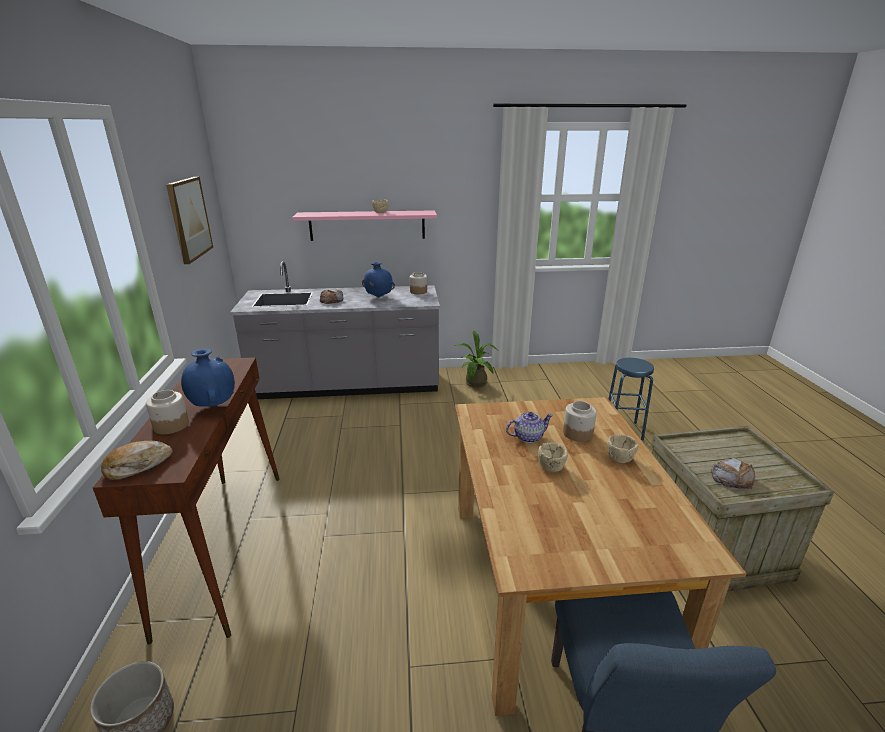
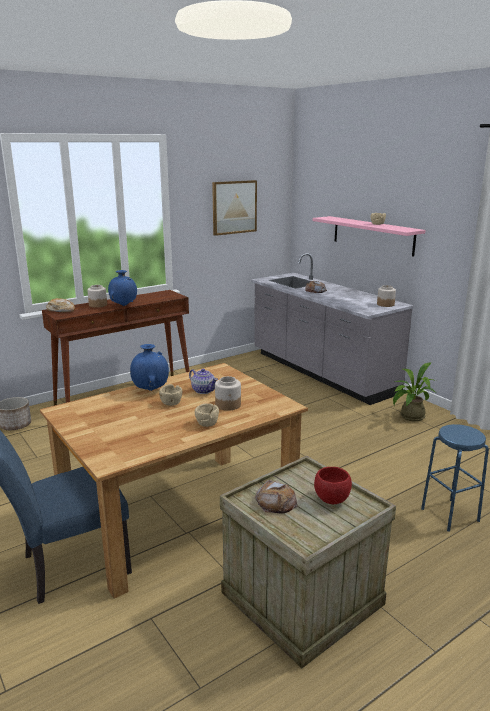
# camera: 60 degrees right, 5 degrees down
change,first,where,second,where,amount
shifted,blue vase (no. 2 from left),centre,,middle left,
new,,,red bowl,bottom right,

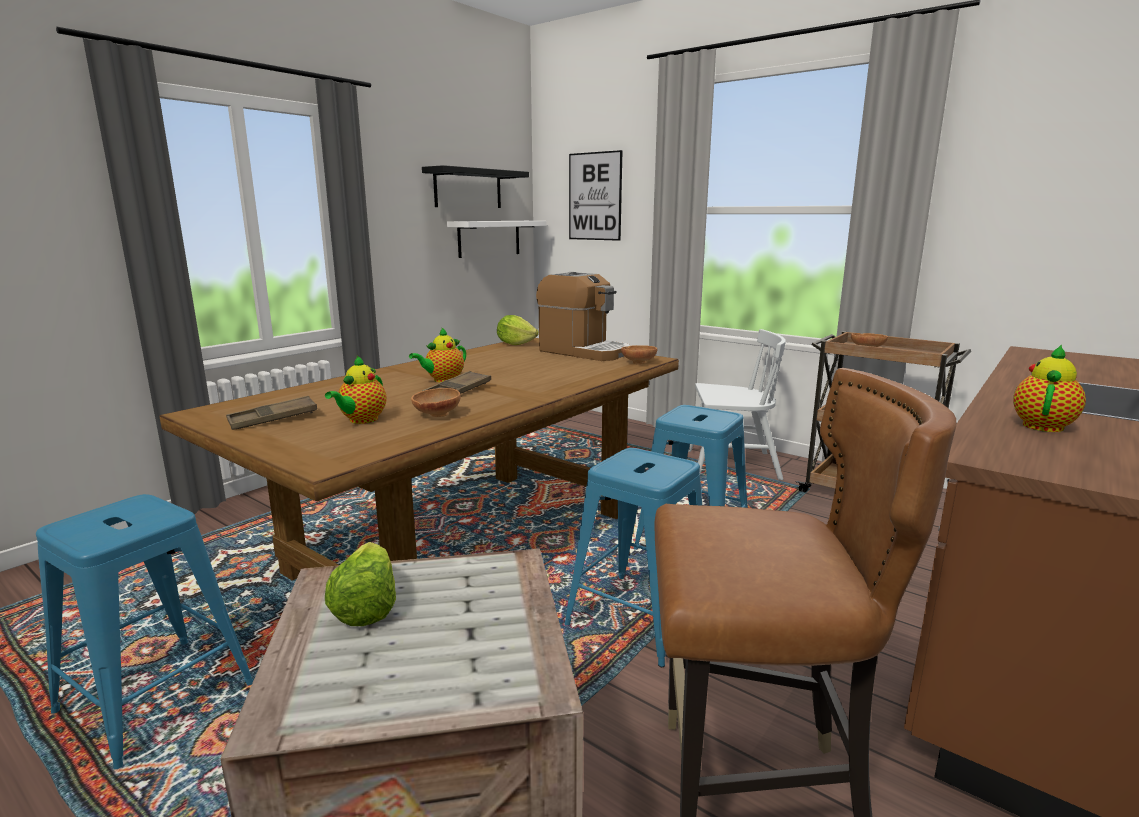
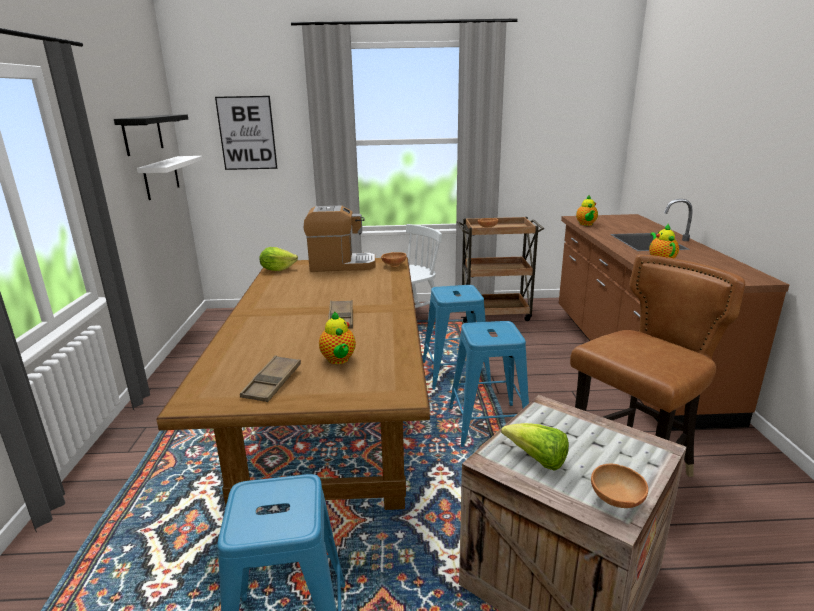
# camera: 40 degrees left, 5 degrees up
change,first,where,second,where,amount
shifted,teapot (no. 2 from left),centre,,middle right,
shifted,brown bowl (no. 1 from left in the first image),centre,brown bowl (no. 3 from left),bottom right,

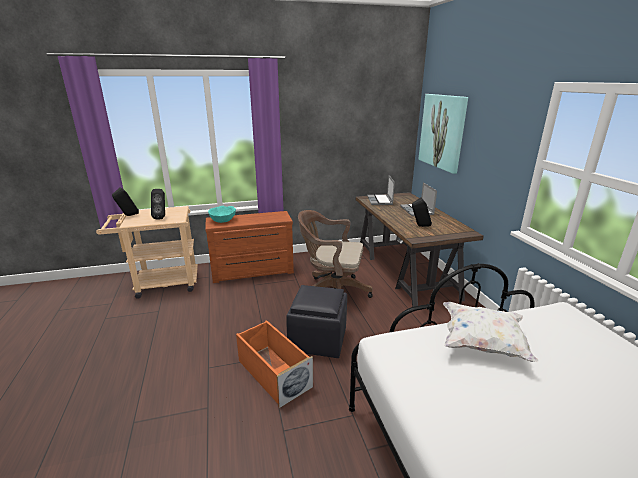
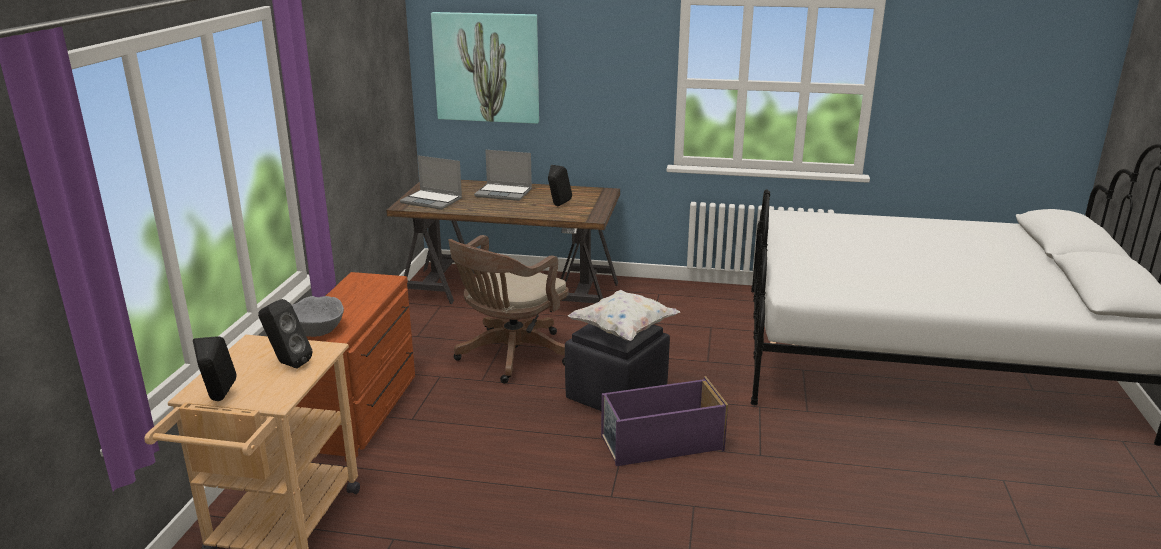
# camera: 65 degrees left, 0 degrees up
change,first,where,second,where,amount
repainted,turquoise bowl,centre,grey bowl,middle left,
shifted,white pillow,bottom right,,centre,
repainted,orange storage box,bottom centre,purple storage box,bottom centre,

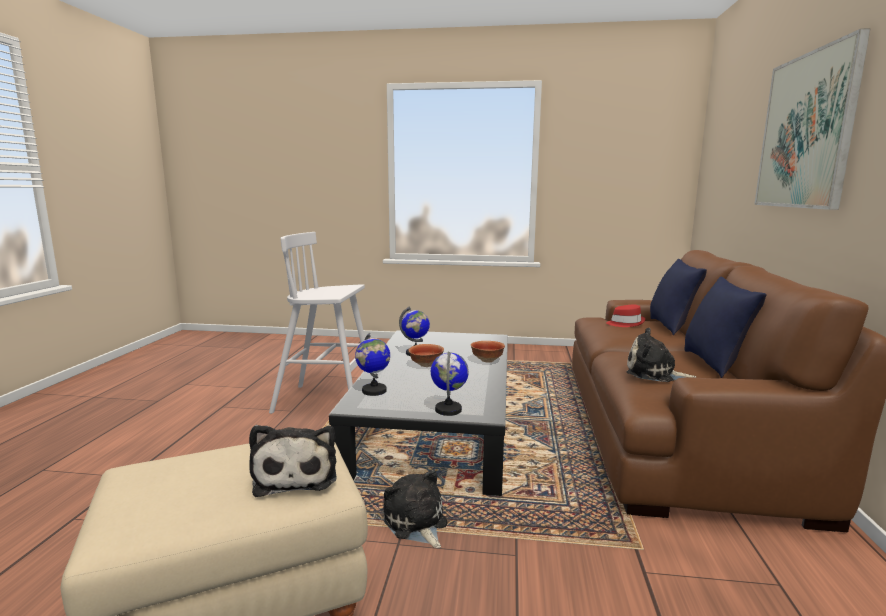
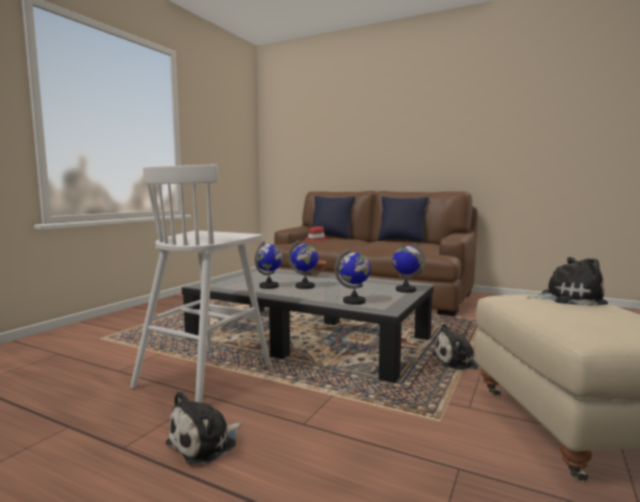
# camera: 70 degrees left, 5 degrees down
change,first,where,second,where,amount
shifted,plush toy (no. 3 from left in the first image),middle right,plush toy (no. 1 from left),bottom left,
swapped,bowl (no. 1 from left),centre,globe (no. 2 from left),centre,
gone,picture,top right,,,

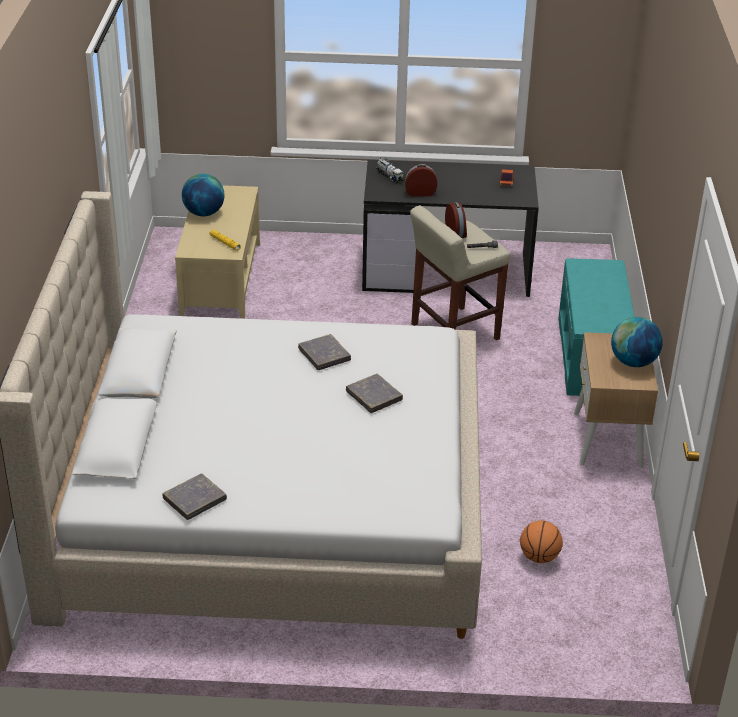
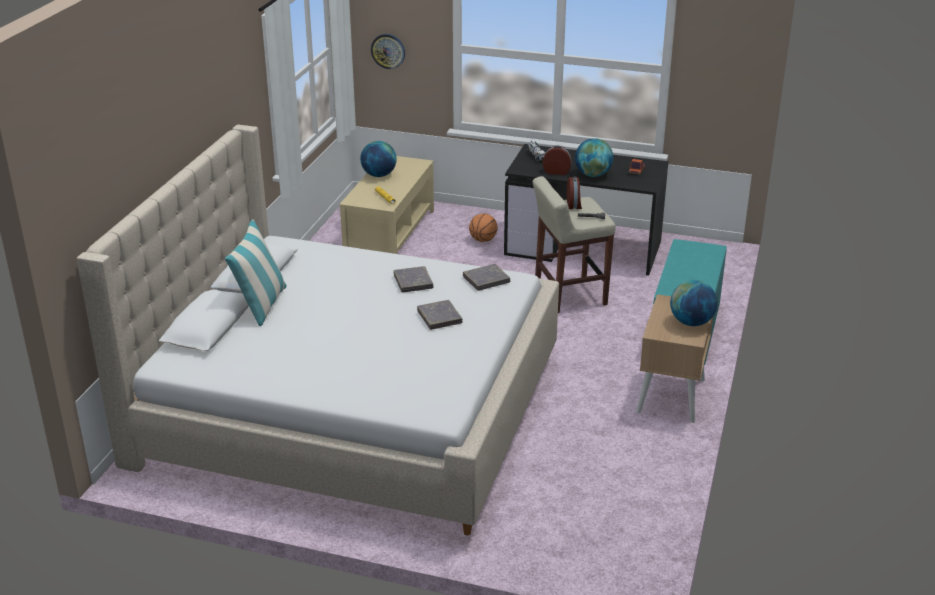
# camera: 15 degrees right, 5 degrees down
change,first,where,second,where,amount
new,,,pillow,middle left,
new,,,wall clock,top centre,
shifted,grey book (no. 1 from left in the first image),bottom left,grey book (no. 3 from left),centre,
shifted,basketball,bottom right,,centre,
new,,,globe (no. 2 from left),top centre,

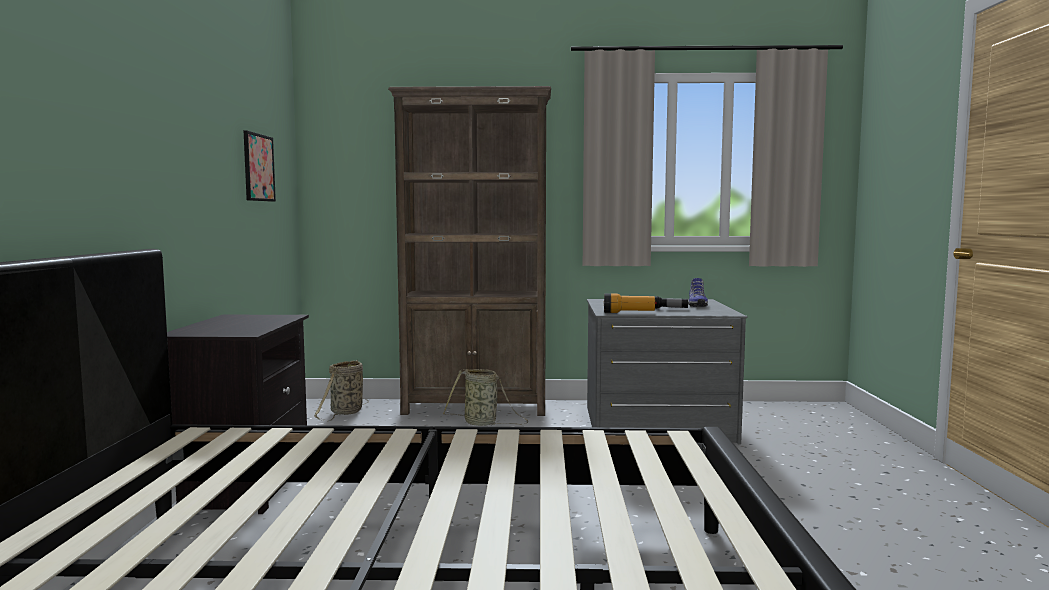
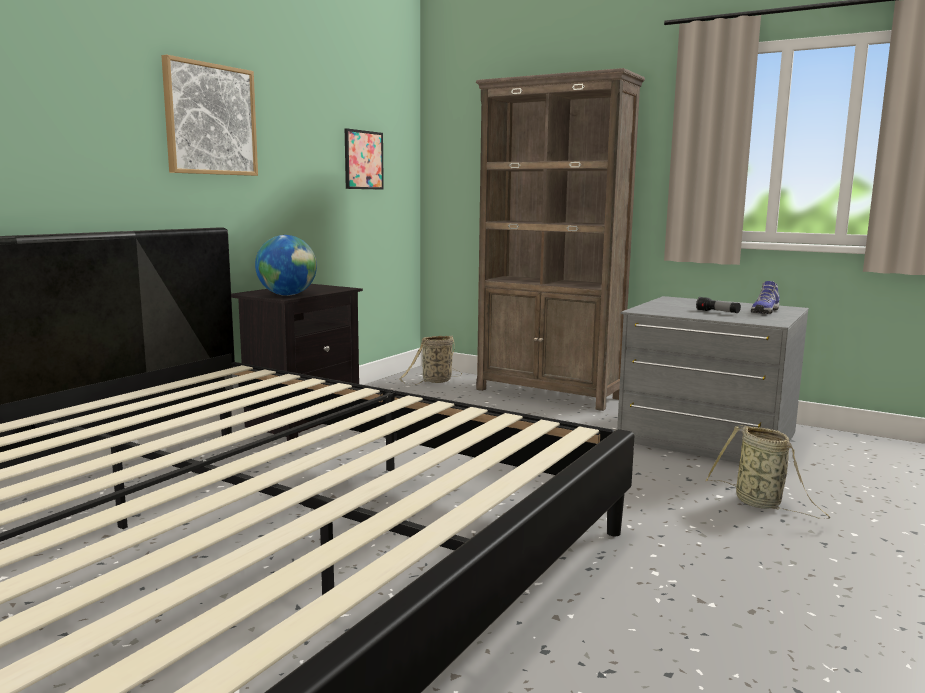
# camera: 30 degrees right, 5 degrees up
change,first,where,second,where,amount
new,,,picture (no. 1 from left),top left,
new,,,globe,middle left,
shifted,basket (no. 2 from left),bottom centre,,bottom right,
gone,flashlight (no. 1 from left),centre,,,

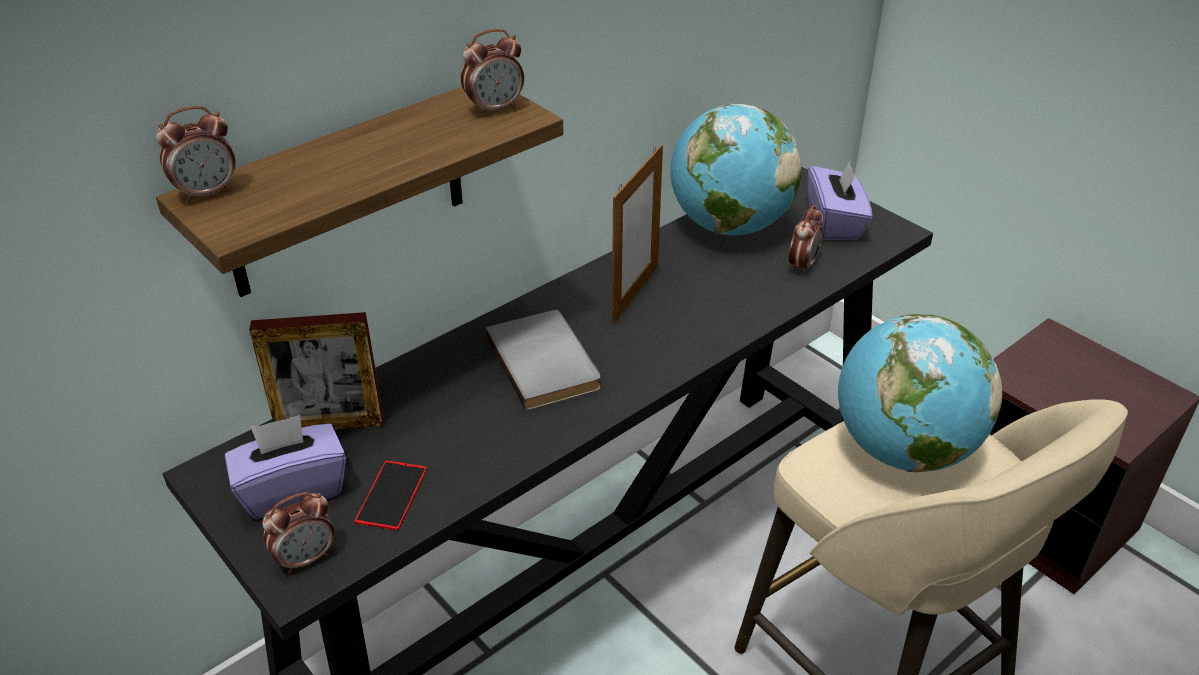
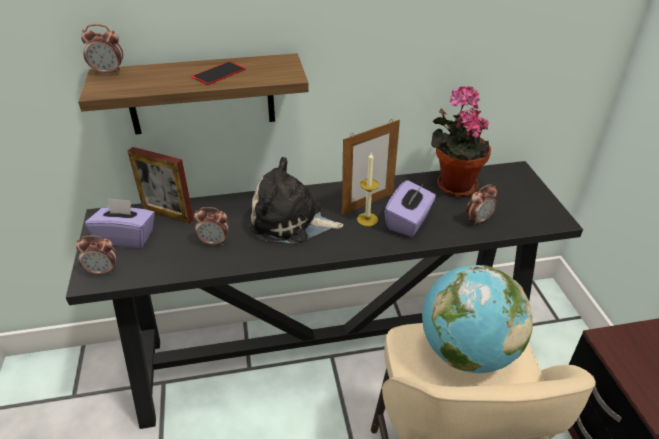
# camera: 30 degrees right, 0 degrees up
change,first,where,second,where,amount
shifted,phone,bottom left,,top left,
shifted,alarm clock (no. 3 from left),top centre,,middle left,
swapped,grey book,centre,plush toy,centre,
new,,,candle,centre,
shifted,purple tissue box (no. 2 from left),top right,,centre,
swapped,globe (no. 1 from left),top centre,potted plant,top right,

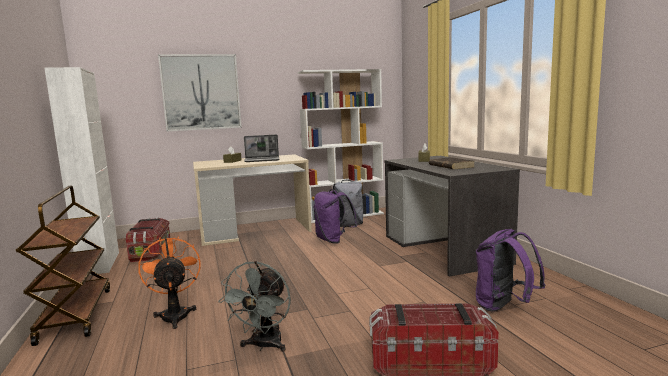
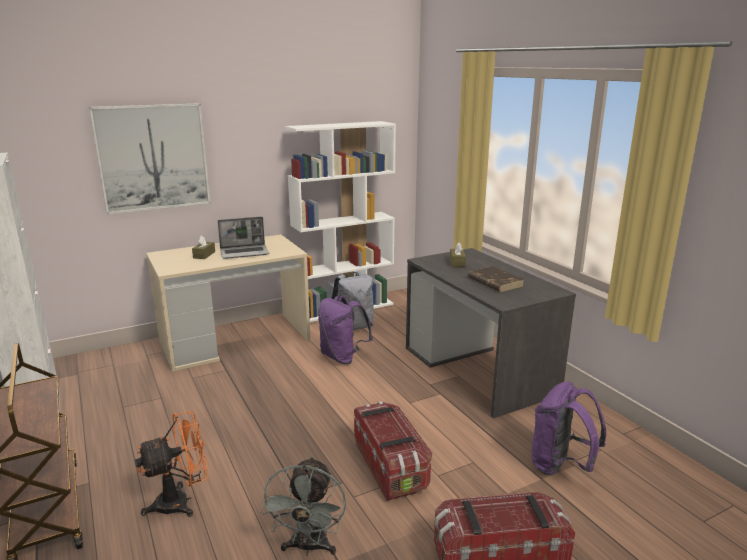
# camera: 10 degrees left, 10 degrees up
change,first,where,second,where,amount
rotated,orange fan,bottom left,,bottom left,90 degrees clockwise
shifted,storage box (no. 1 from left),middle left,,bottom centre,

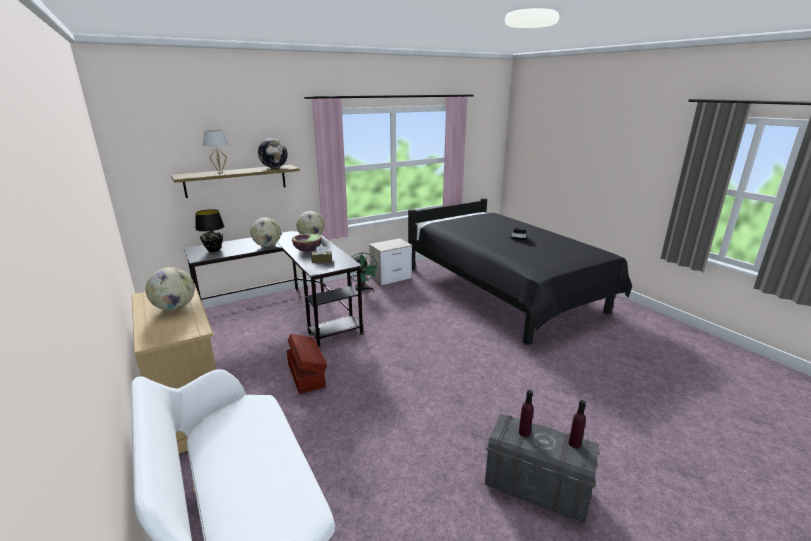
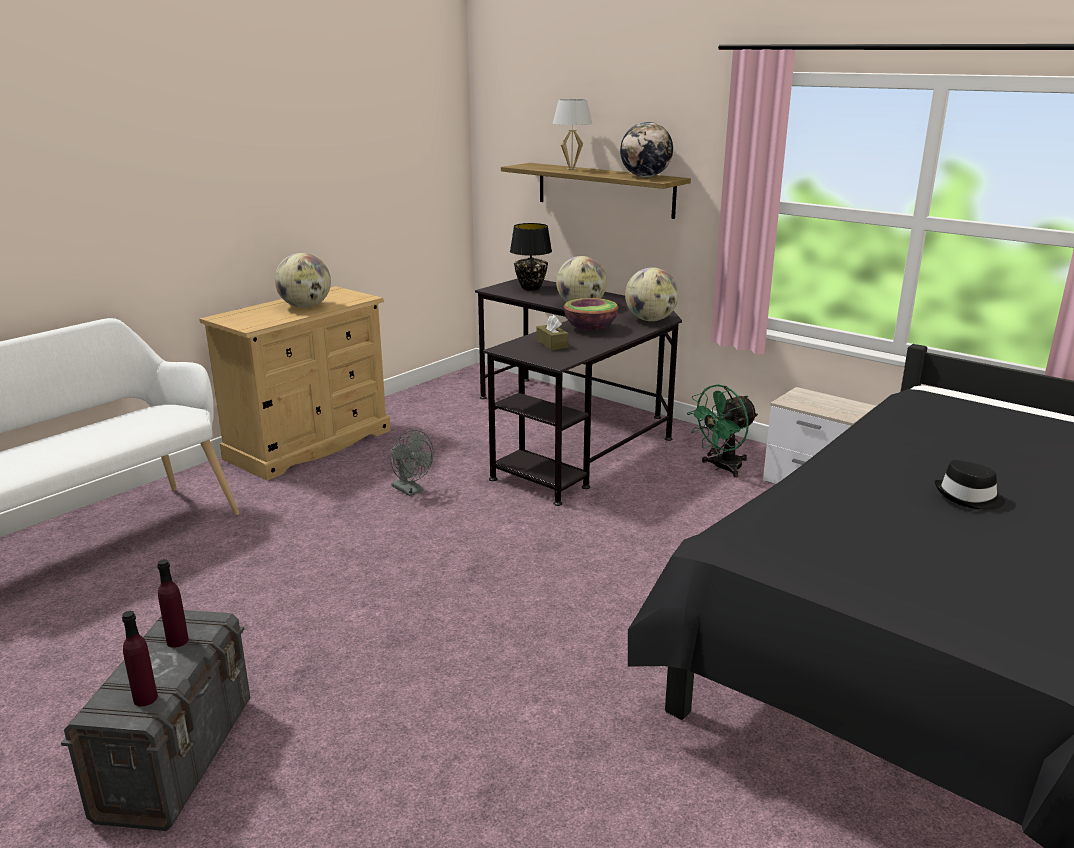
# camera: 70 degrees right, 0 degrees up
change,first,where,second,where,amount
swapped,brown storage box,bottom centre,grey fan,centre,

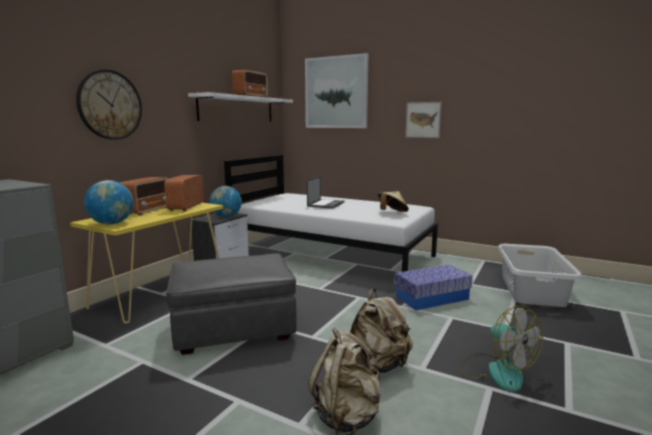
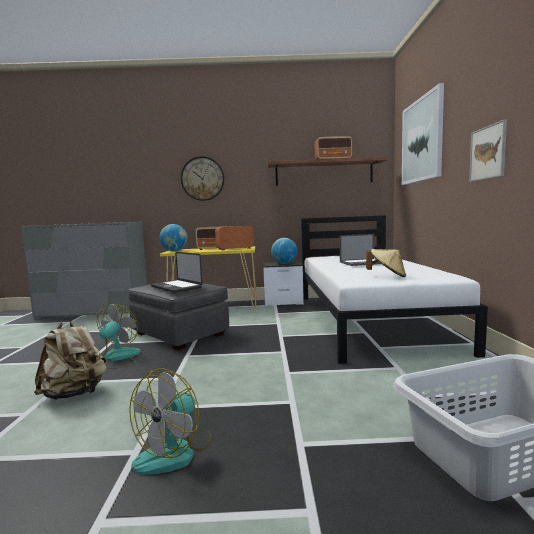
# camera: 60 degrees right, 5 degrees down
change,first,where,second,where,amount
new,,,fan (no. 1 from left),middle left,
new,,,laptop (no. 1 from left),middle left,
repainted,white shelf,top centre,brown shelf,top centre,
gone,beige backpack (no. 2 from left),bottom centre,,,
gone,storage box,centre,,,

